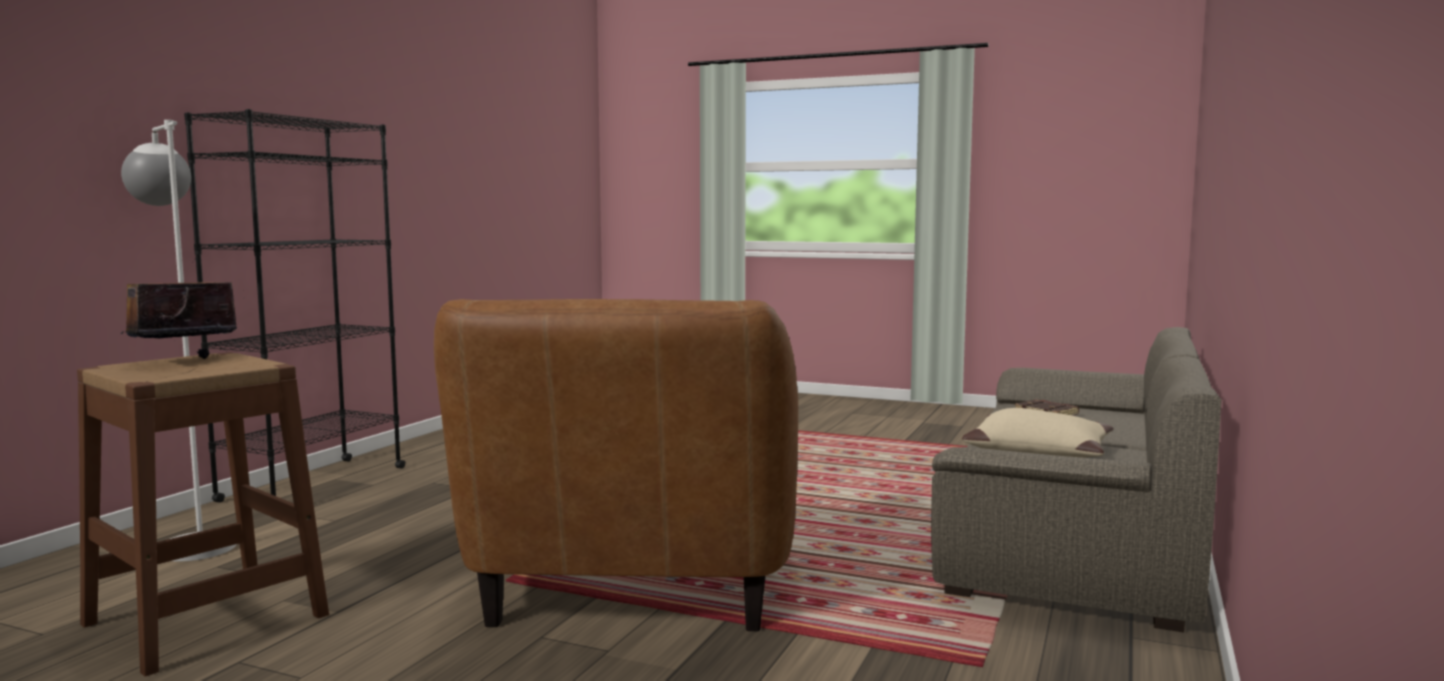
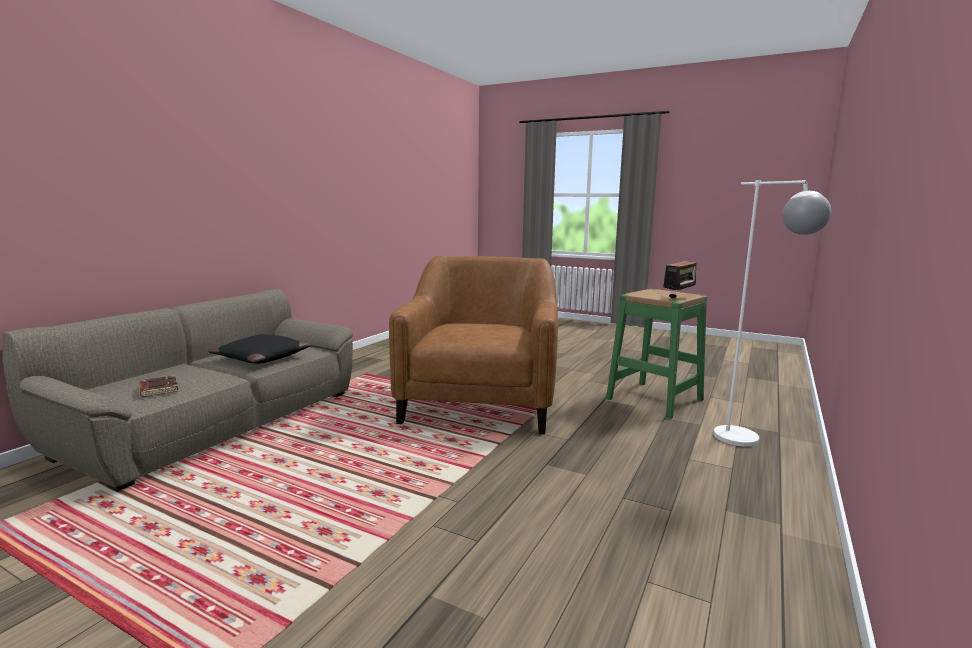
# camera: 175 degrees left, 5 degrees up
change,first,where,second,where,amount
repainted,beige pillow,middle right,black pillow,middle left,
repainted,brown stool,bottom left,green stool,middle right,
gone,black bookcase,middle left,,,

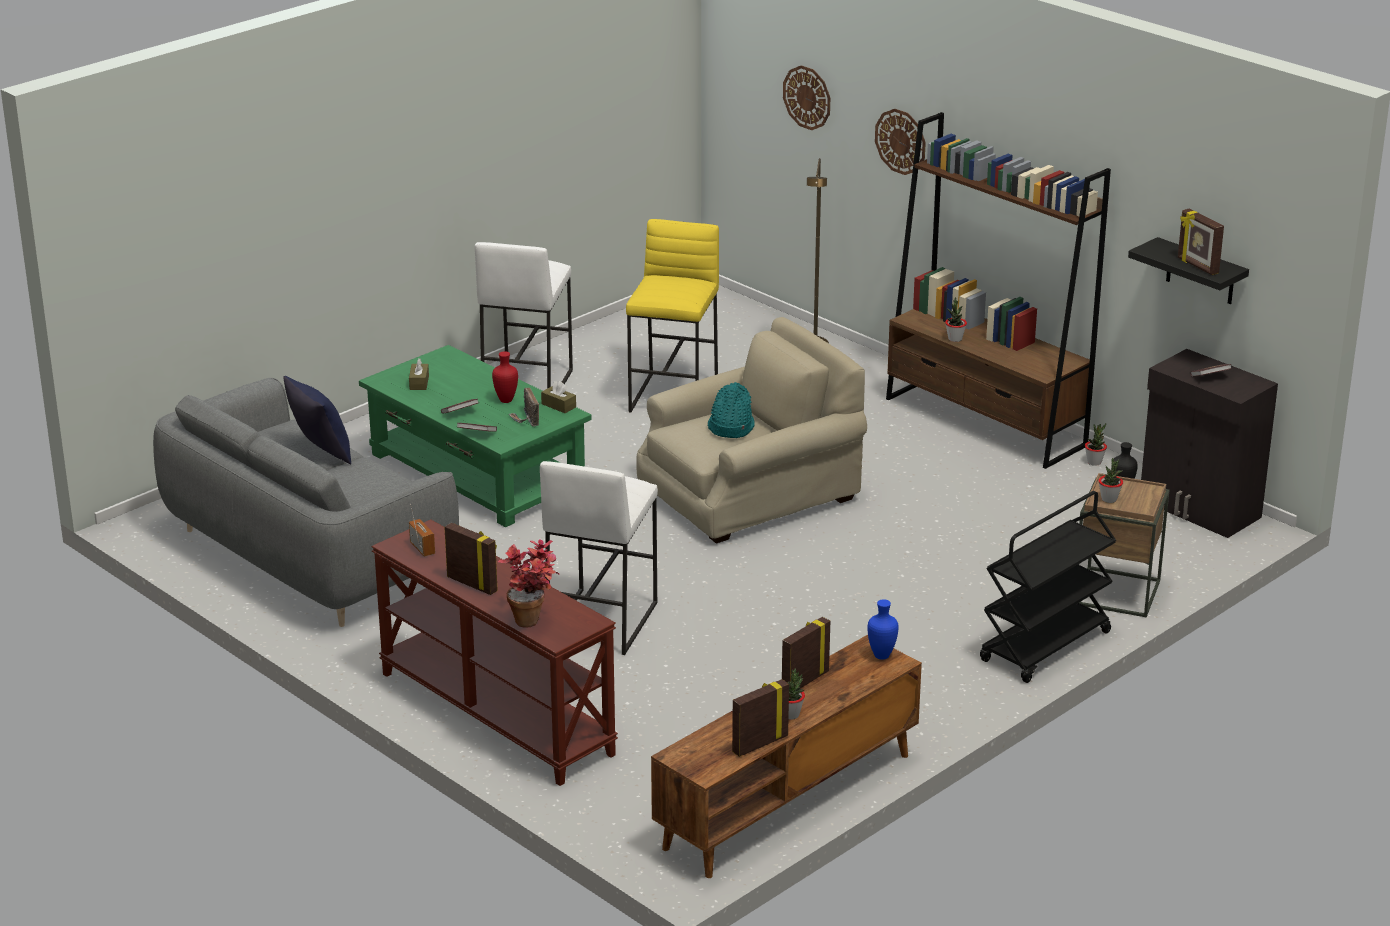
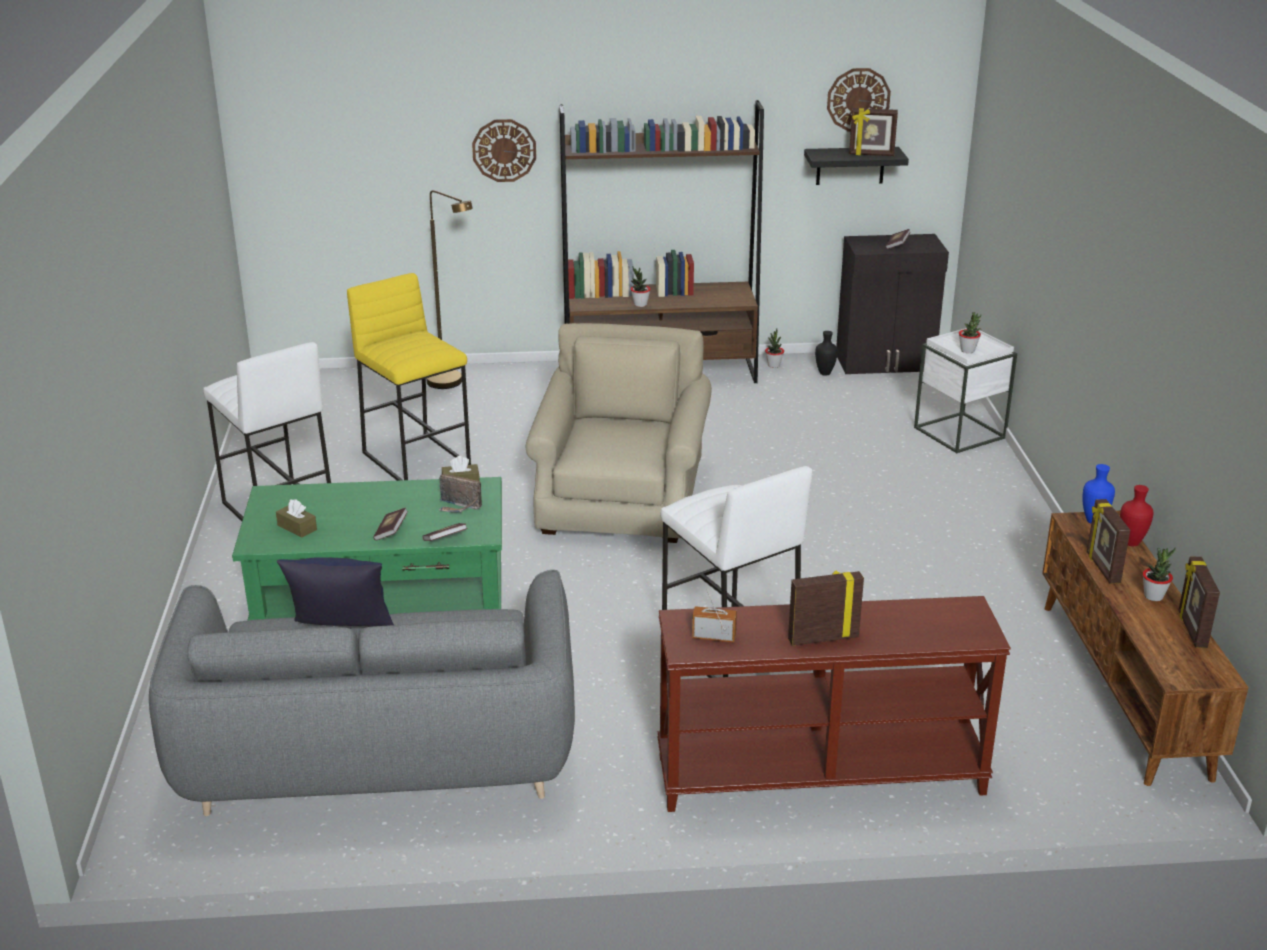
# camera: 50 degrees left, 0 degrees up
change,first,where,second,where,amount
shifted,wall clock (no. 1 from left in the first image),top centre,wall clock (no. 2 from left),top right,
repainted,brown side table,middle right,white side table,middle right,
shifted,red vase,centre,,middle right,
gone,potted plant (no. 1 from left),centre,,,
gone,turquoise hat,centre,,,
gone,black cart,middle right,,,

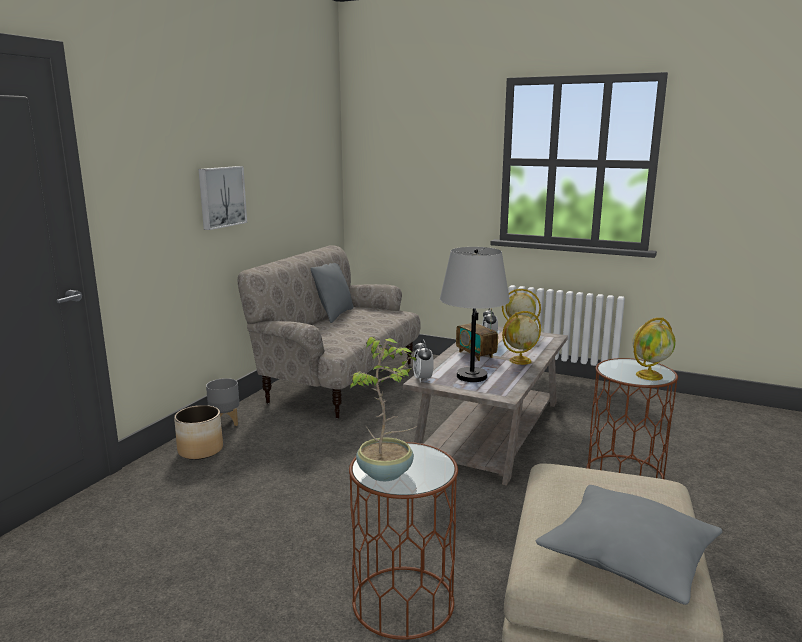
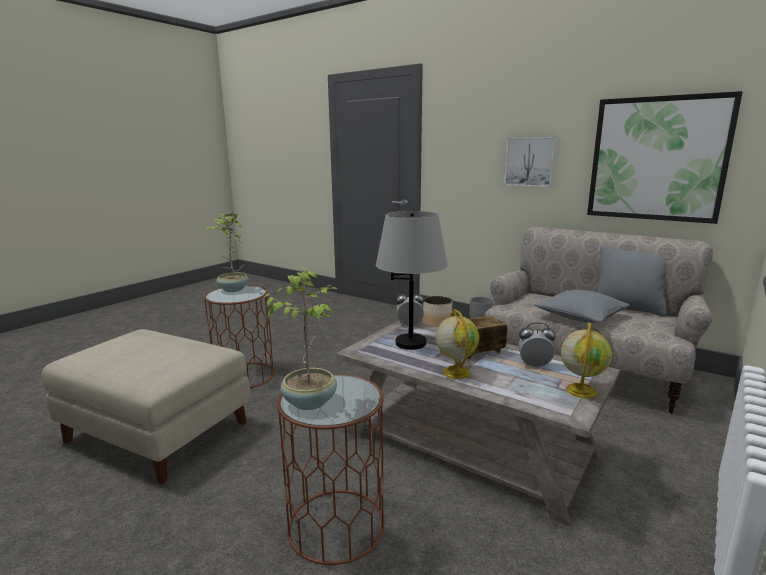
# camera: 100 degrees right, 0 degrees up
change,first,where,second,where,amount
swapped,globe (no. 3 from left),middle right,potted plant (no. 2 from left),centre,
shifted,grey pillow (no. 2 from left in the first image),bottom right,grey pillow (no. 1 from left),middle right,
new,,,picture (no. 2 from left),top right,

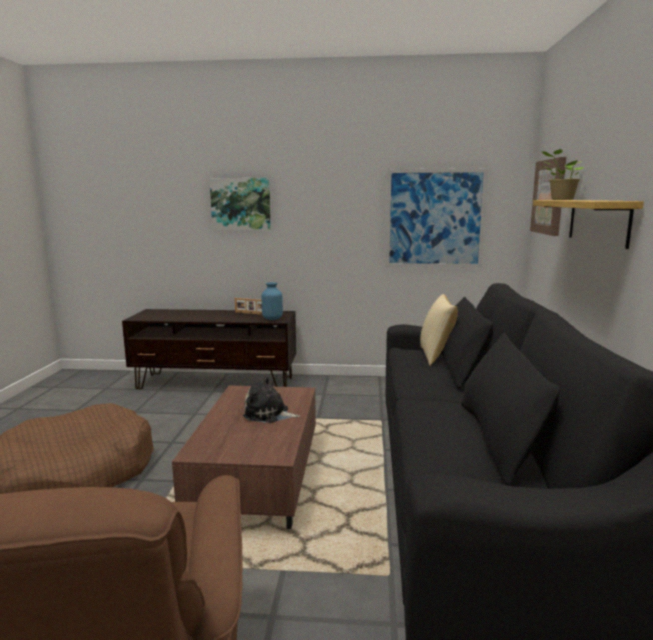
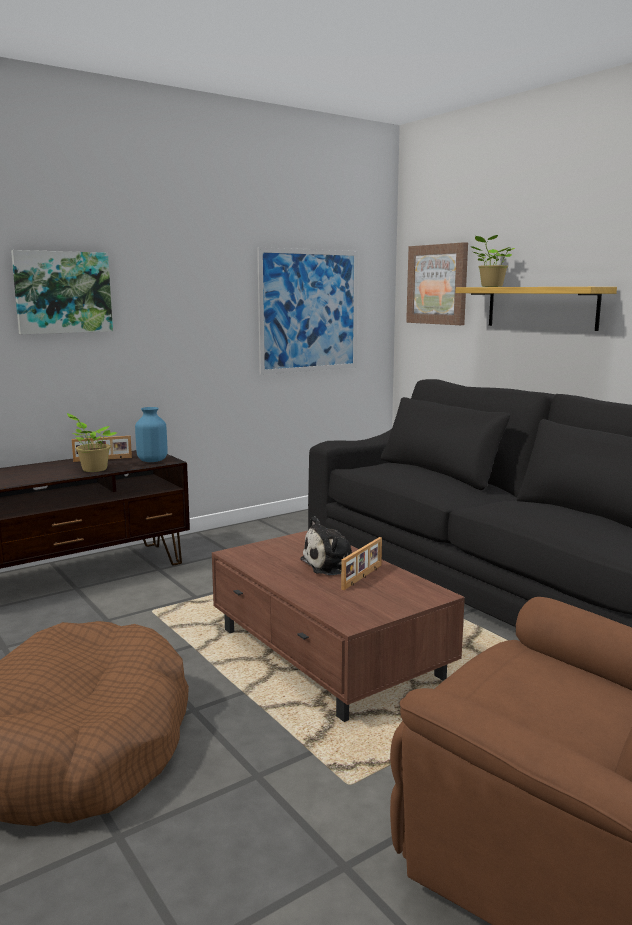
# camera: 40 degrees left, 0 degrees up
change,first,where,second,where,amount
new,,,potted plant (no. 1 from left),middle left,
new,,,picture frame (no. 2 from left),centre,
gone,pillow,middle right,,,

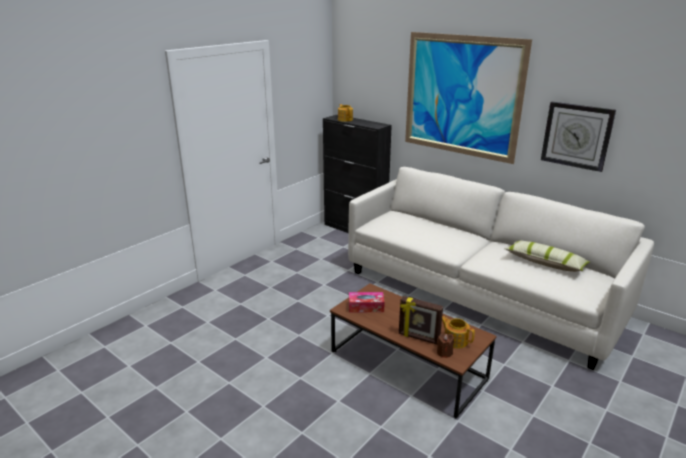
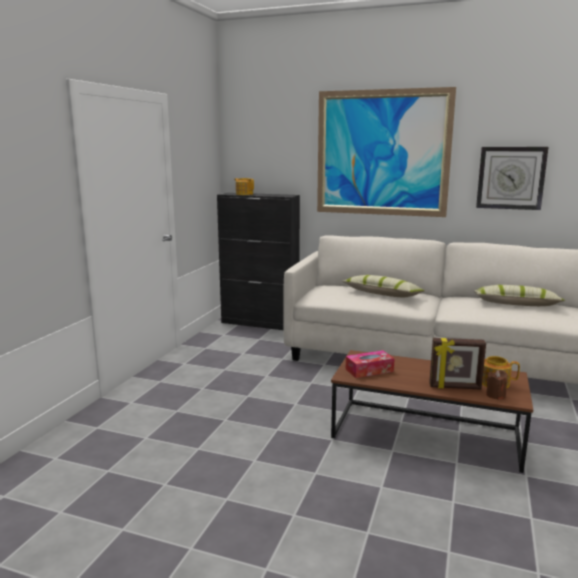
# camera: 20 degrees left, 10 degrees down
change,first,where,second,where,amount
new,,,pillow (no. 1 from left),centre,

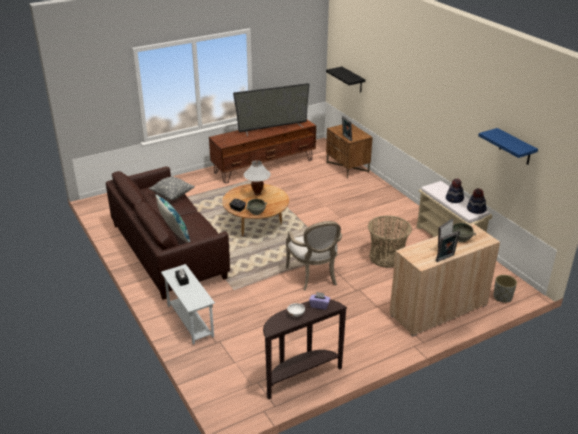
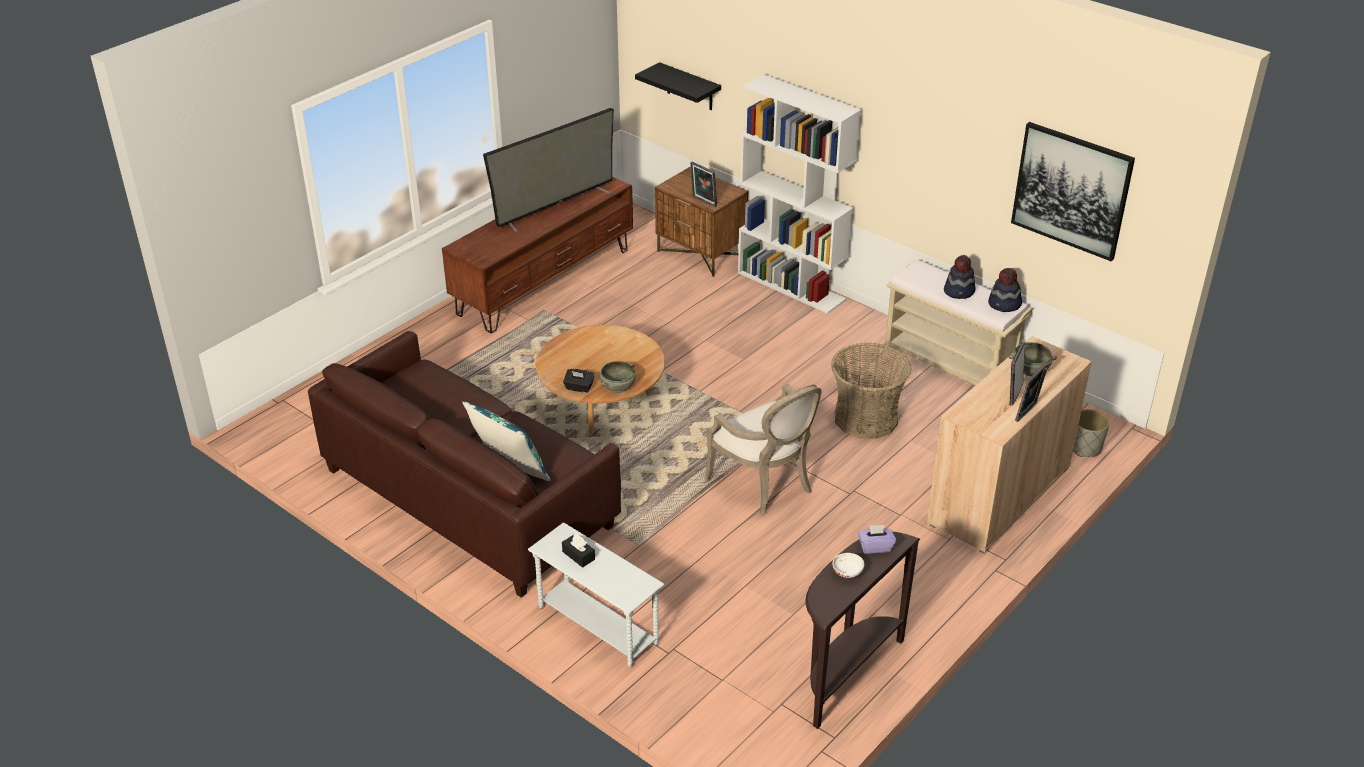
# camera: 20 degrees left, 5 degrees up
change,first,where,second,where,amount
new,,,white bookcase,top centre,
swapped,blue shelf,middle right,picture,top right,
gone,grey pillow,middle left,,,
gone,white table lamp,centre,,,

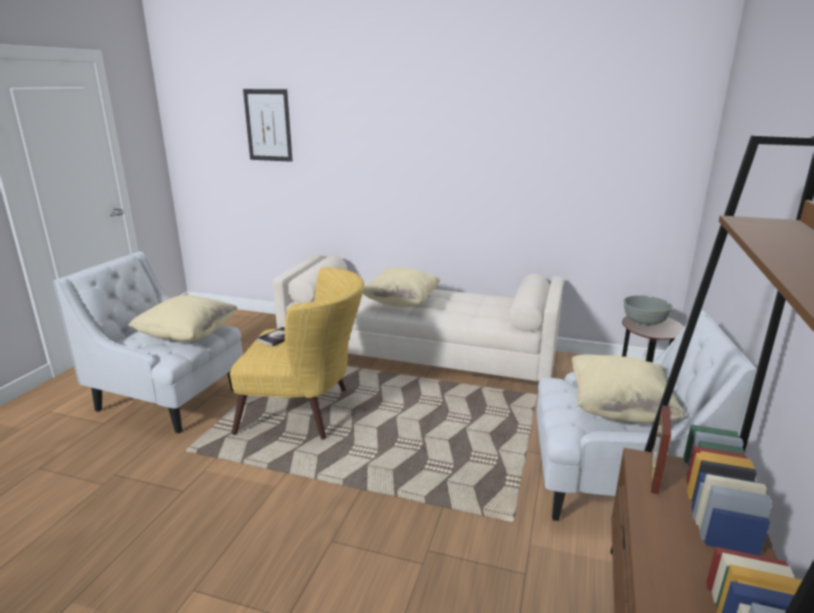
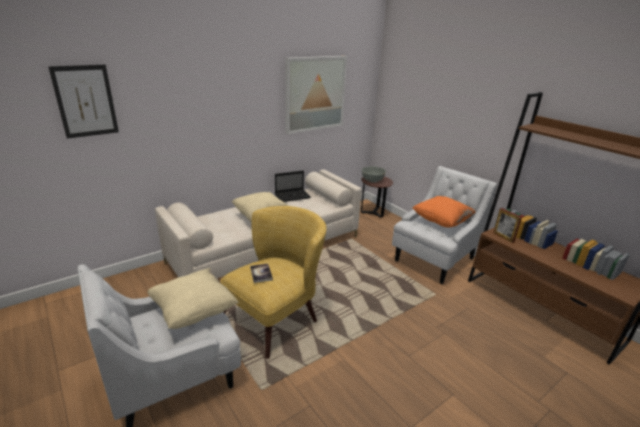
# camera: 55 degrees left, 5 degrees up
change,first,where,second,where,amount
new,,,laptop,centre,
new,,,picture (no. 2 from left),top centre,
repainted,beige pillow (no. 3 from left),middle right,orange pillow,middle right,

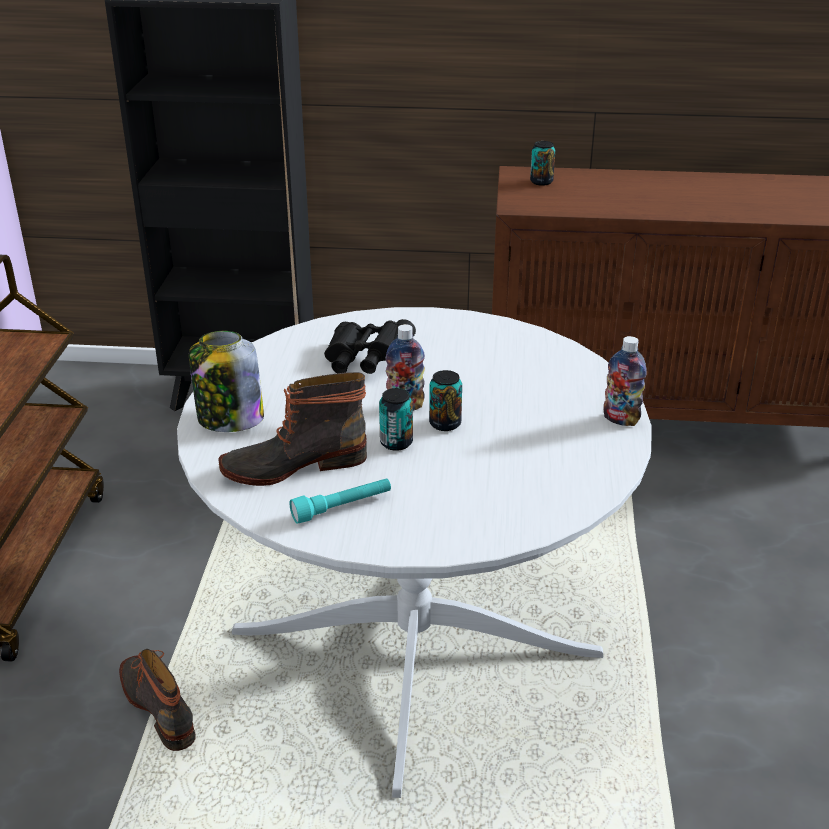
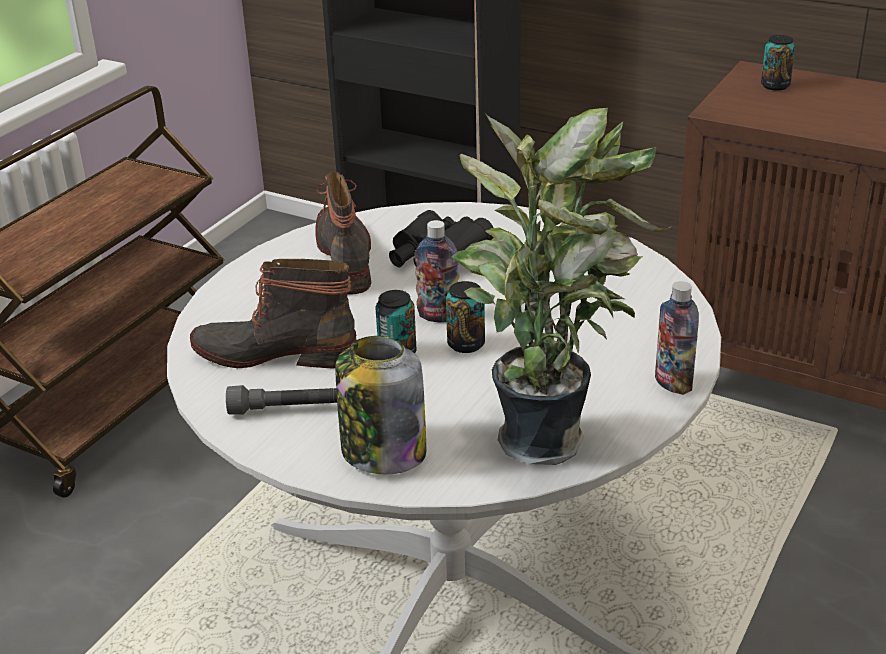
# camera: 25 degrees right, 0 degrees up
change,first,where,second,where,amount
repainted,turquoise flashlight,centre,grey flashlight,middle left,
shifted,boot (no. 1 from left in the first image),bottom left,boot (no. 2 from left),centre,
shifted,jar,middle left,,centre,
new,,,potted plant,centre,

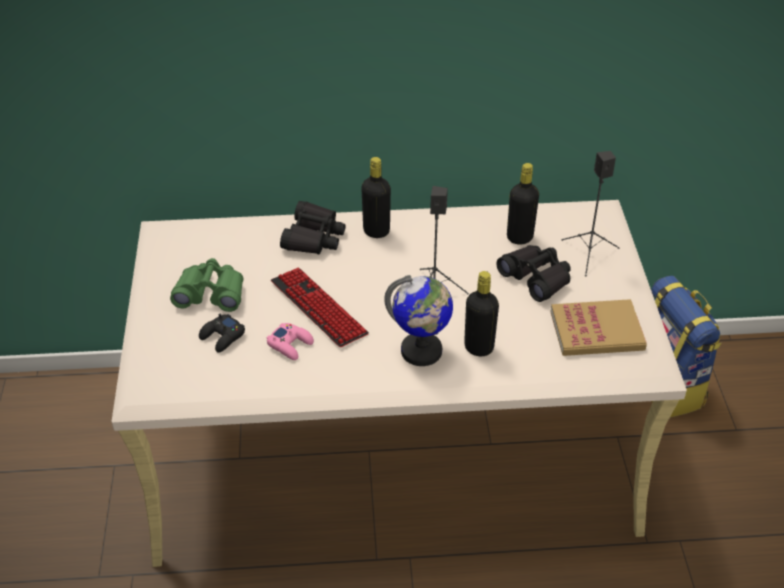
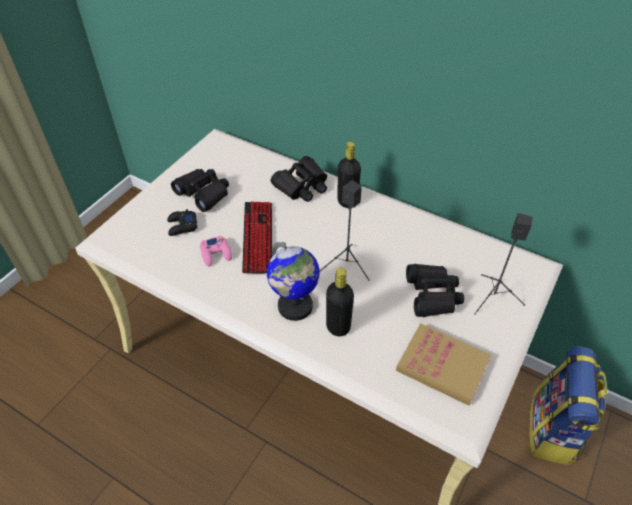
# camera: 35 degrees right, 5 degrees up
change,first,where,second,where,amount
repainted,green binoculars,middle left,black binoculars (no. 1 from left),middle left,
gone,black bottle (no. 3 from left),middle right,,,

